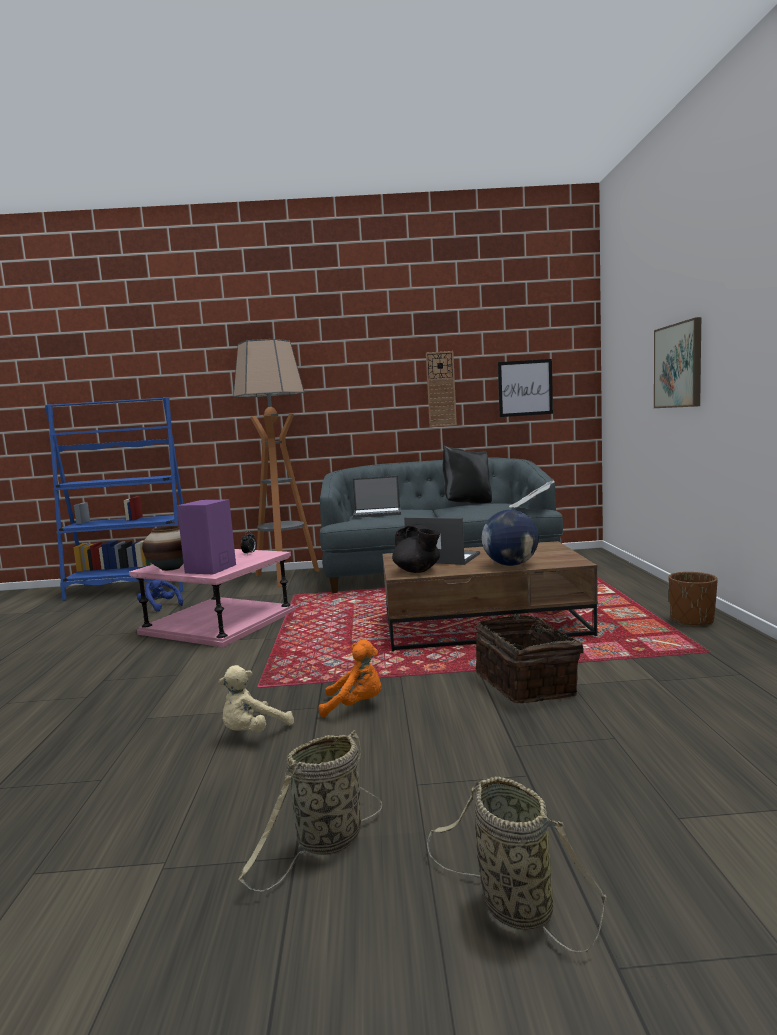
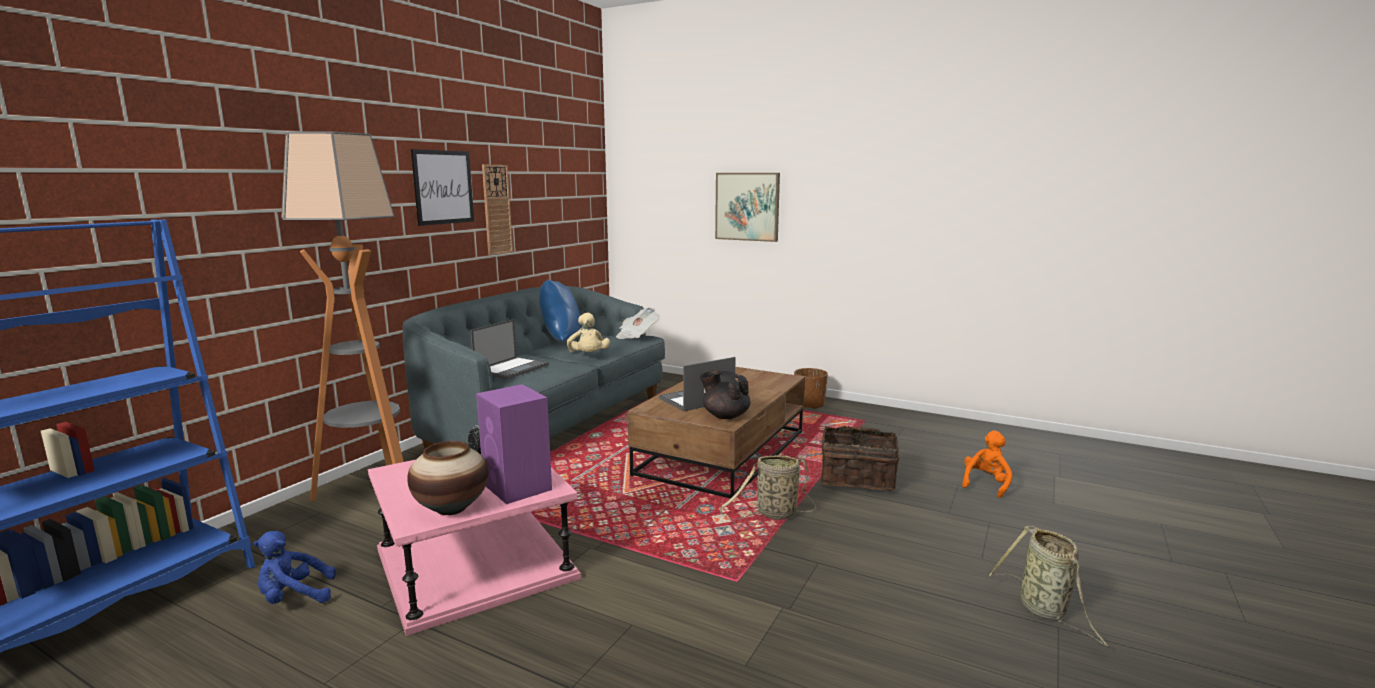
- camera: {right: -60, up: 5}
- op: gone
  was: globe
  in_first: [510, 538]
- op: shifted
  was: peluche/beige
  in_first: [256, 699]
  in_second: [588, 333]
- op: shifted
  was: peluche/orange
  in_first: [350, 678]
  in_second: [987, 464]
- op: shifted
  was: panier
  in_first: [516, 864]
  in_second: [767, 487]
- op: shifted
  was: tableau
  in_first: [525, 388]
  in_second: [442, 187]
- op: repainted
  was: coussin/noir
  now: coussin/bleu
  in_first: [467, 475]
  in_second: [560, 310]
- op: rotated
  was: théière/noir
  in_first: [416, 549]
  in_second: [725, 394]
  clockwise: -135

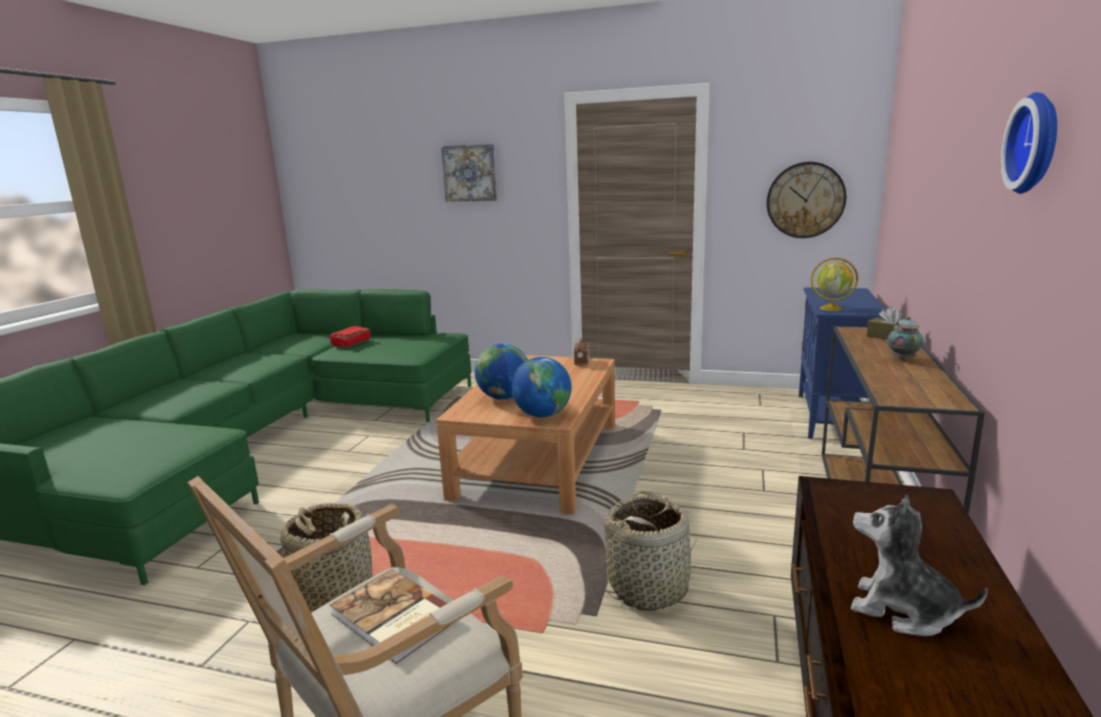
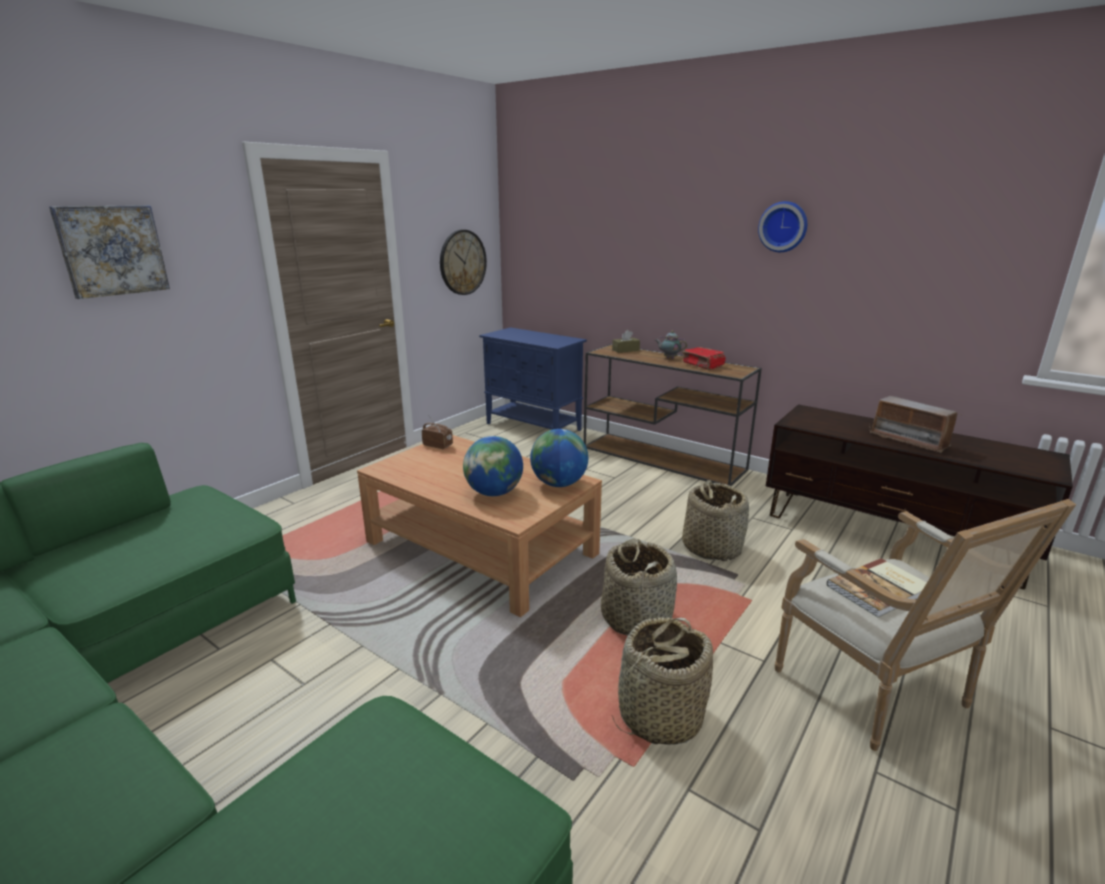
- camera: {right: -70, up: 5}
- op: gone
  was: globe
  in_first: [834, 284]
- op: new
  now: panier
  in_second: [639, 587]
- op: shifted
  was: livre/rouge
  in_first: [350, 337]
  in_second: [704, 358]
- op: swapped
  was: peluche
  now: radio
  in_first: [919, 565]
  in_second: [915, 424]

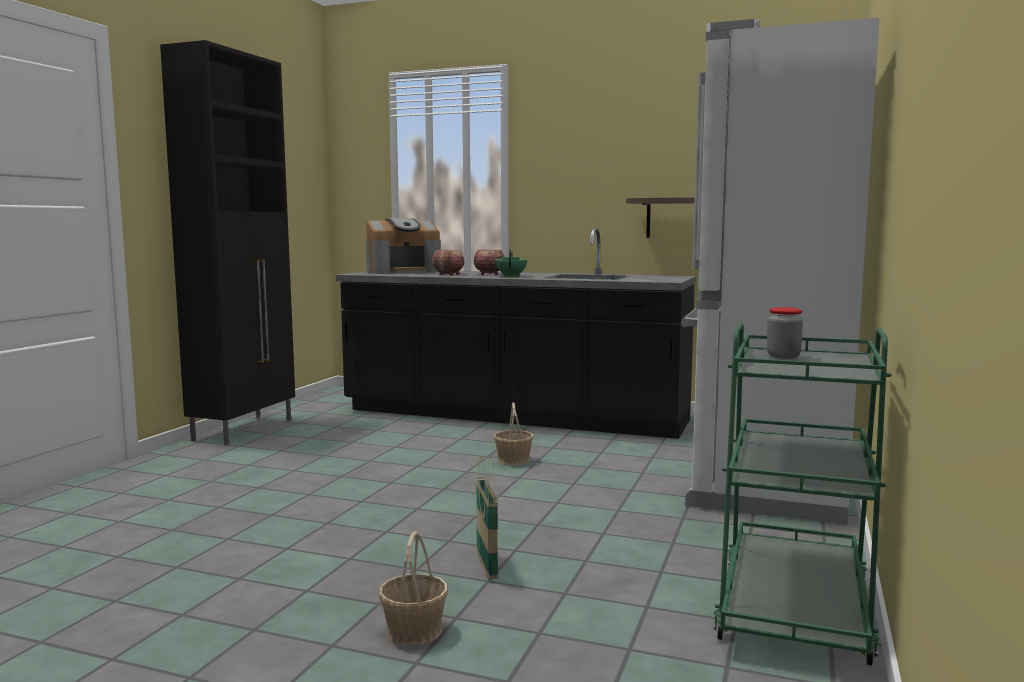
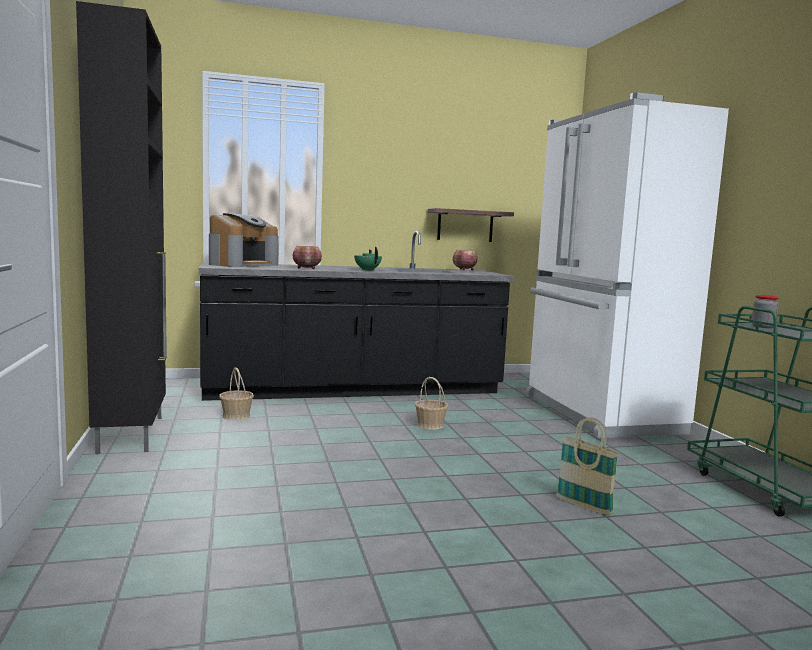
- camera: {right: -35, up: 0}
- op: shifted
  was: panier
  in_first: [413, 589]
  in_second: [236, 394]
- op: shifted
  was: bol
  in_first: [489, 262]
  in_second: [465, 260]

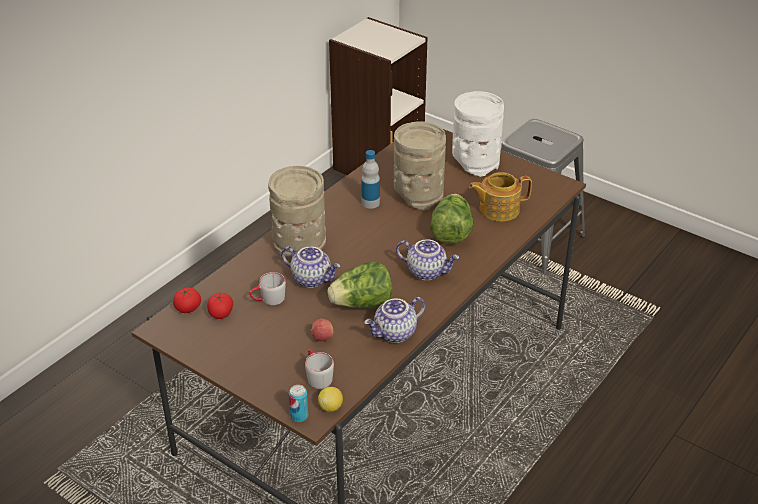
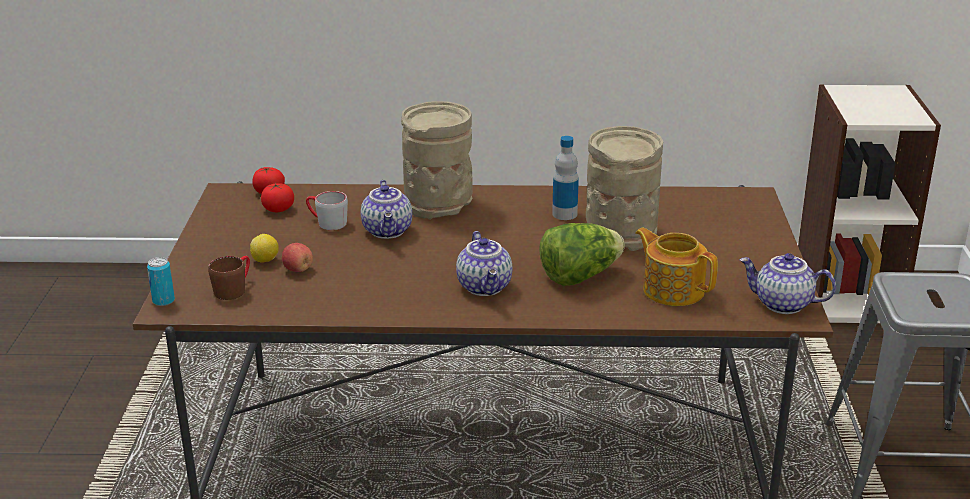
- camera: {right: 55, up: -10}
- op: gone
  was: laitue
  in_first: [360, 284]
- op: gone
  was: vase/blanc
  in_first: [478, 134]
- op: shifted
  was: citron
  in_first: [330, 399]
  in_second: [264, 248]
- op: shifted
  was: théière
  in_first: [395, 320]
  in_second: [787, 283]
- op: repainted
  was: mug/gris
  now: mug/marron
  in_first: [319, 369]
  in_second: [229, 278]

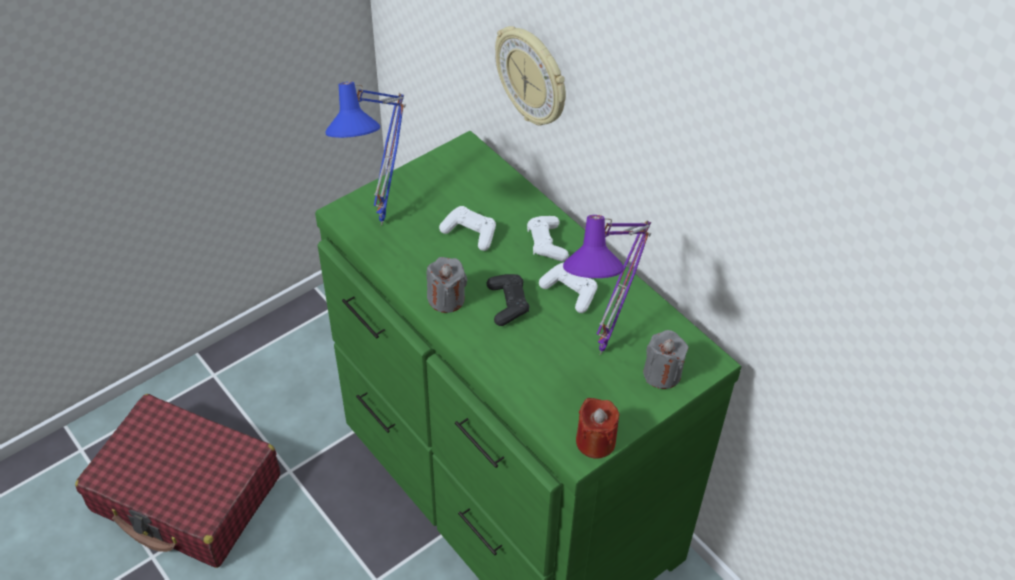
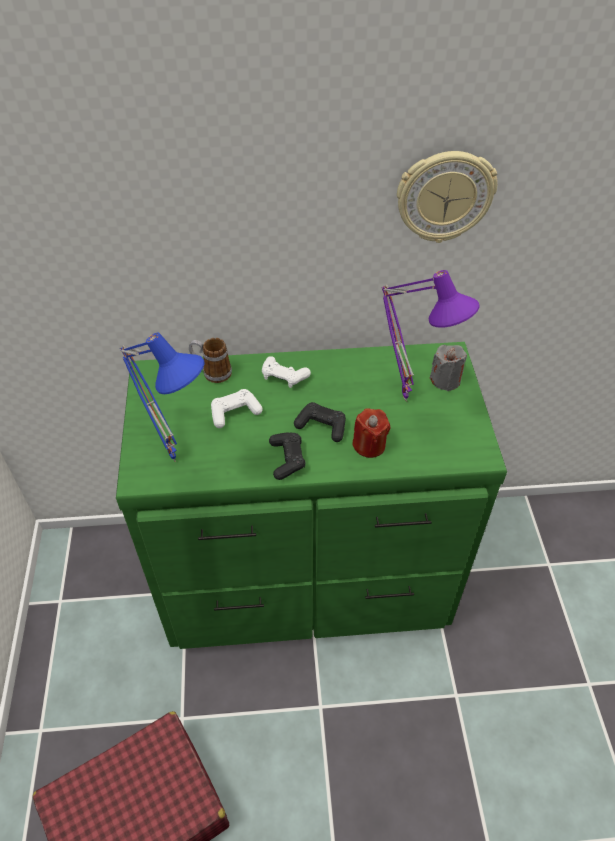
- camera: {right: -55, up: 0}
- op: gone
  was: manette/blanc
  in_first: [568, 287]
- op: new
  now: mug
  in_second: [210, 360]
- op: shifted
  was: horloge murale
  in_first: [530, 76]
  in_second: [447, 197]
- op: shifted
  was: bougie/rouge
  in_first: [597, 428]
  in_second: [371, 433]
- op: swapped
  was: bougie/gris
  now: manette/noir
  in_first: [446, 285]
  in_second: [287, 456]

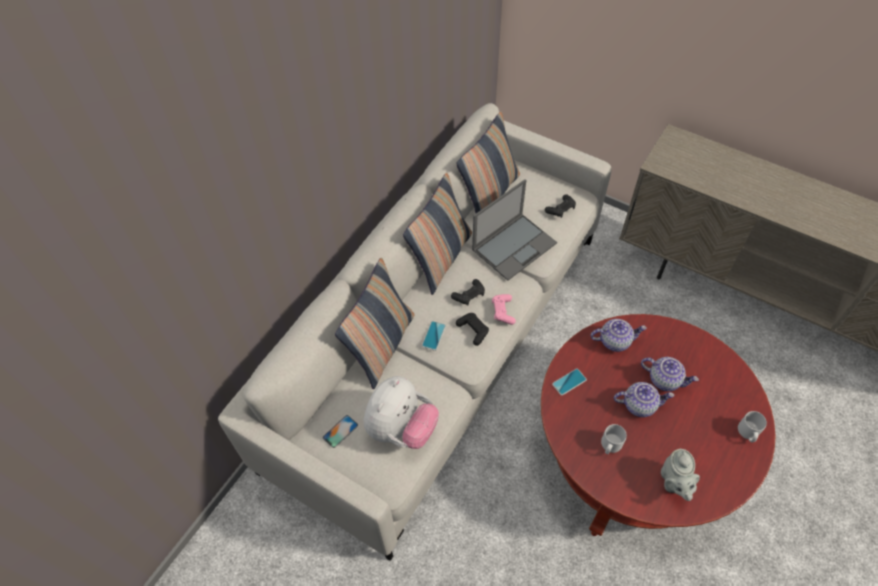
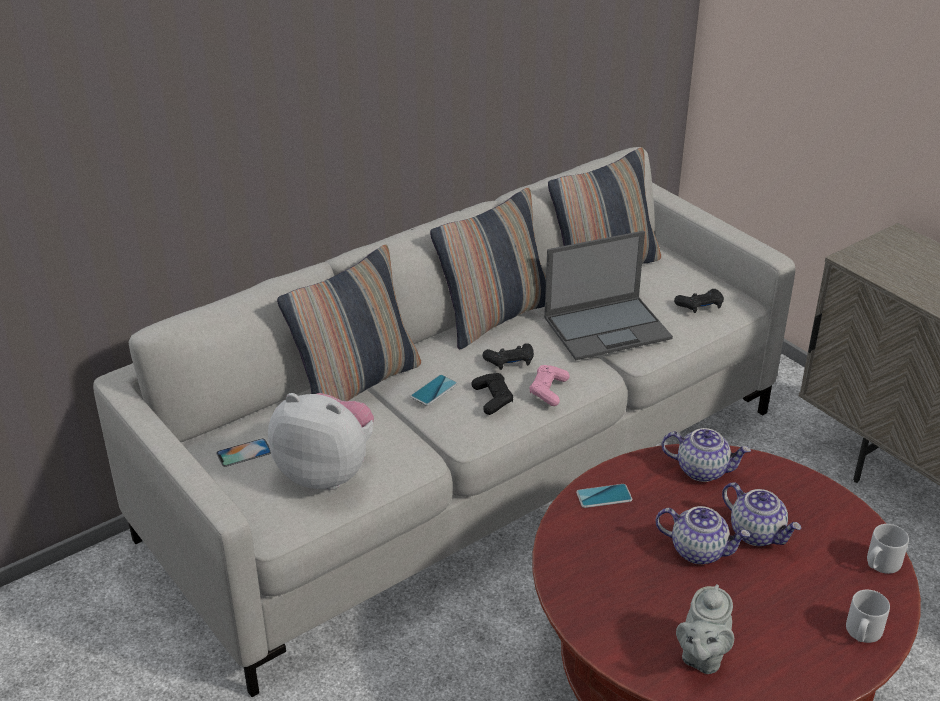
- camera: {right: 20, up: -20}
- op: shifted
  was: mug/gris
  in_first: [614, 439]
  in_second: [888, 549]
- op: rotated
  was: peluche
  in_first: [401, 412]
  in_second: [321, 441]
  clockwise: -120

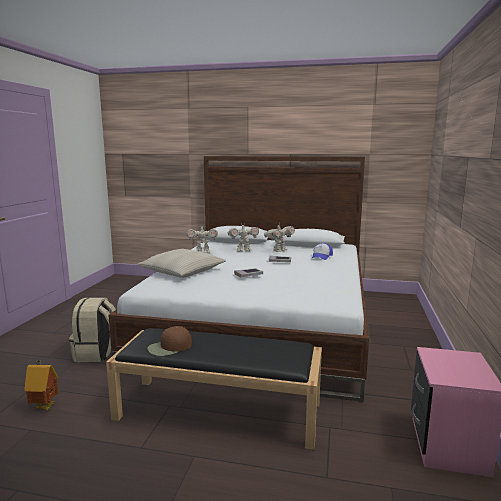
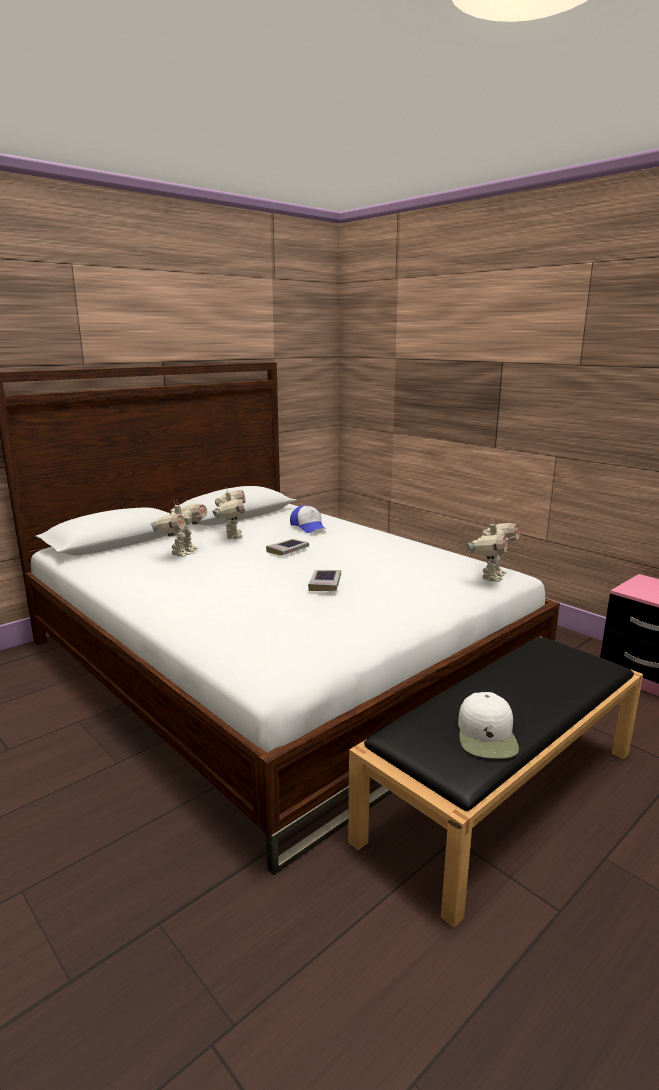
- camera: {right: -55, up: 5}
- op: gone
  was: maison miniature
  in_first: [41, 385]
- op: gone
  was: sac à dos/beige
  in_first: [92, 329]
- op: gone
  was: coussin/beige
  in_first: [181, 263]
- op: shifted
  was: robot jouet
  in_first: [202, 238]
  in_second: [493, 550]
- op: repainted
  was: casquette/marron
  now: casquette/blanc
  in_first: [169, 341]
  in_second: [488, 725]

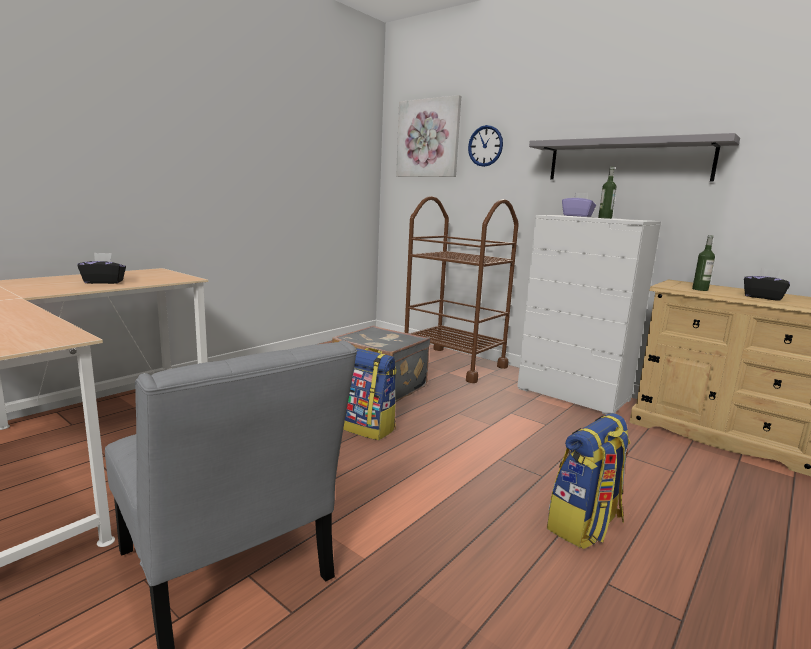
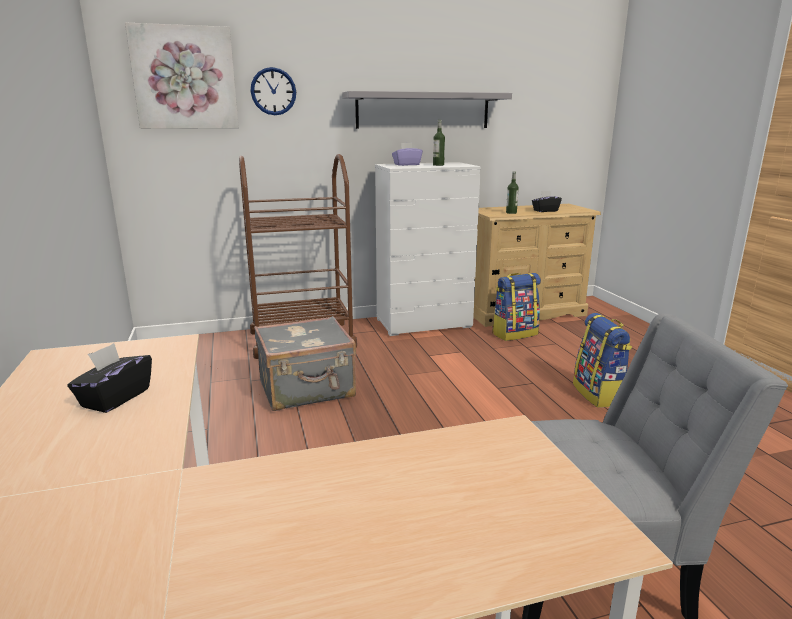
- camera: {right: -55, up: 5}
- op: shifted
  was: sac à dos
  in_first: [370, 394]
  in_second: [516, 307]

